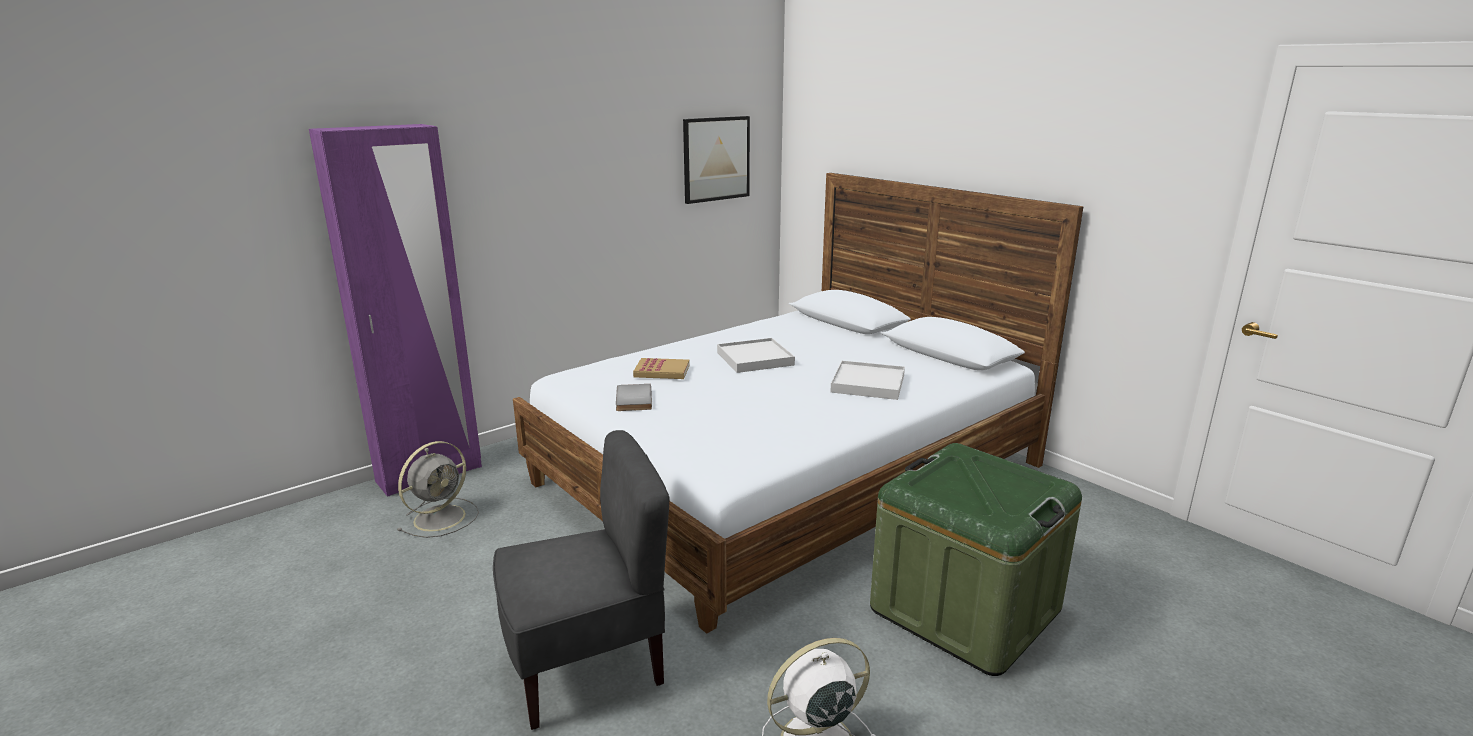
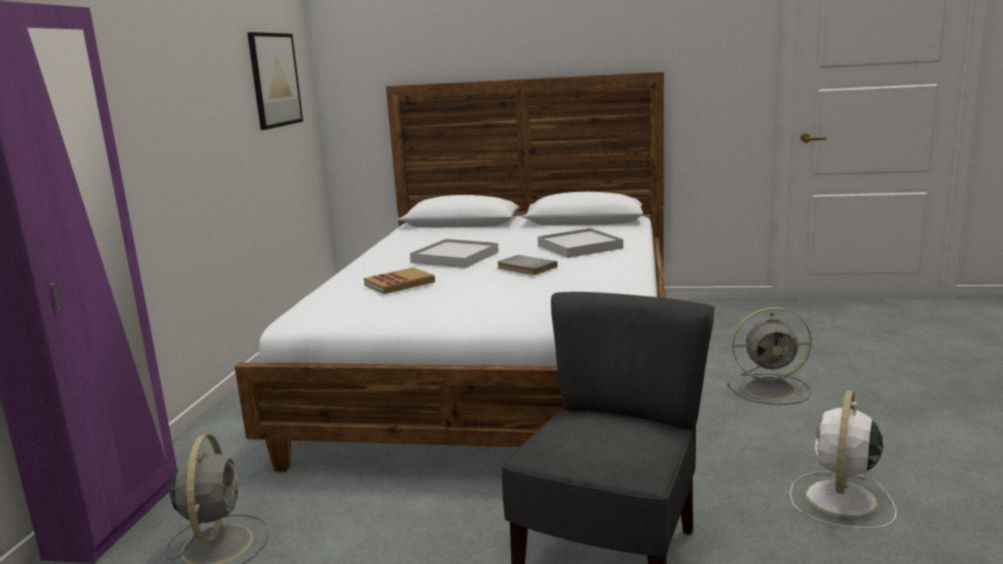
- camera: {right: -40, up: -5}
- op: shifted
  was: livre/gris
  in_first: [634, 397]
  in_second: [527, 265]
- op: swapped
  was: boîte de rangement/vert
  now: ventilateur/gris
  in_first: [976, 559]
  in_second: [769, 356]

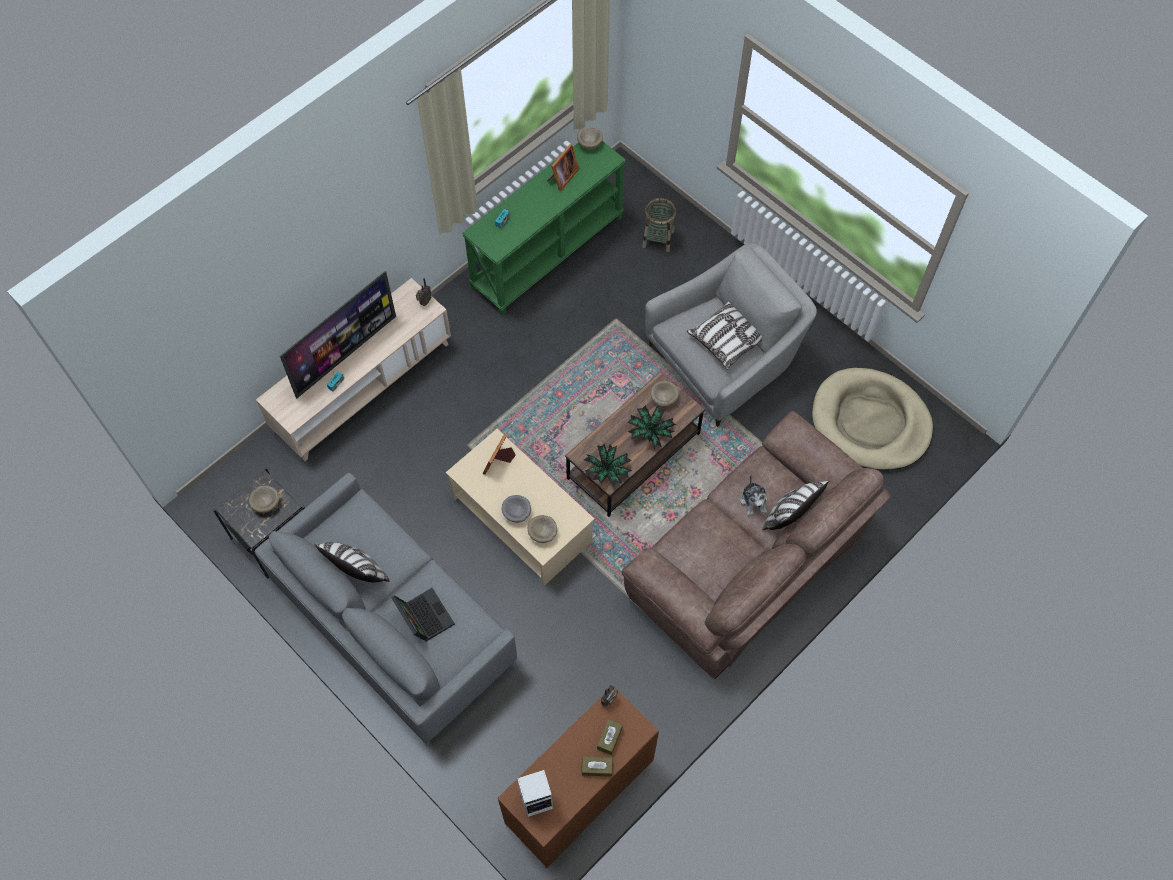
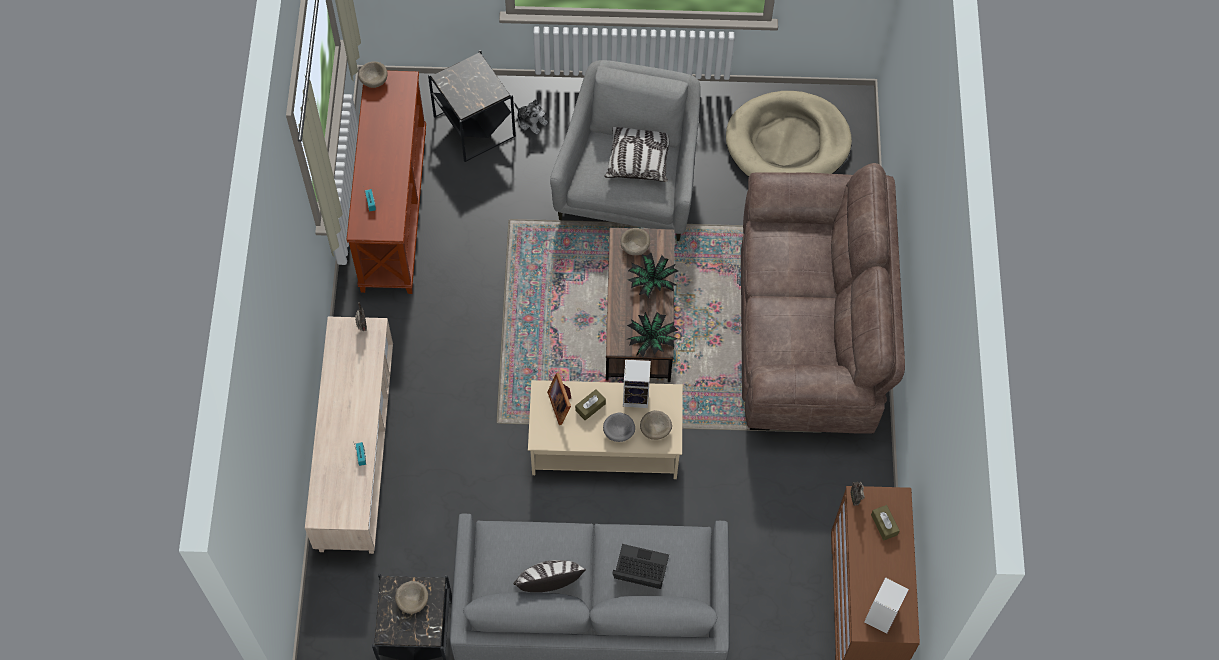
- camera: {right: -45, up: 0}
- op: gone
  was: téléviseur
  in_first: [338, 335]
- op: gone
  was: cadre photo
  in_first: [563, 167]
- op: gone
  was: coussin
  in_first: [795, 505]
- op: new
  now: enceinte
  in_second: [637, 383]
- op: shifted
  was: boîte à mouchoirs/marron
  in_first: [597, 766]
  in_second: [590, 404]
- op: shifted
  was: peluche
  in_first: [753, 495]
  in_second: [531, 116]
- op: swapped
  was: panier
  now: table d'appoint/noir
  in_first: [659, 225]
  in_second: [472, 106]
- op: repainted
  was: table console/vert
  now: table console/marron
  in_first: [544, 228]
  in_second: [386, 182]

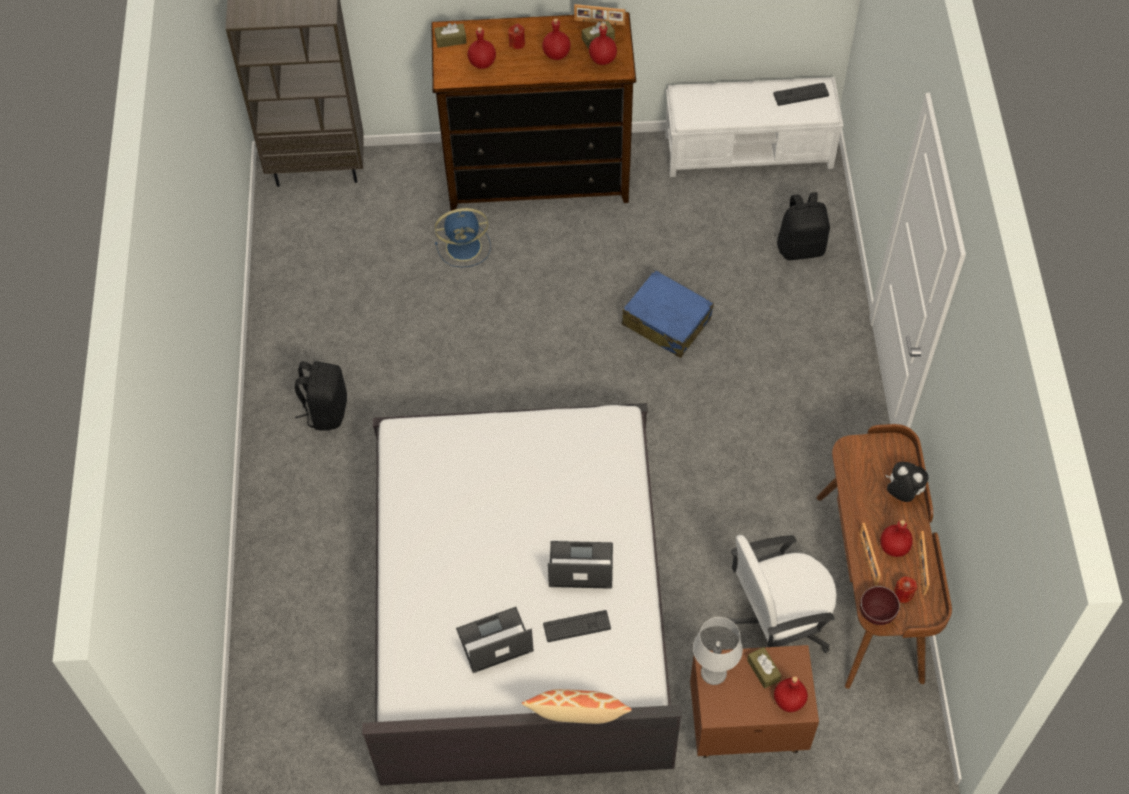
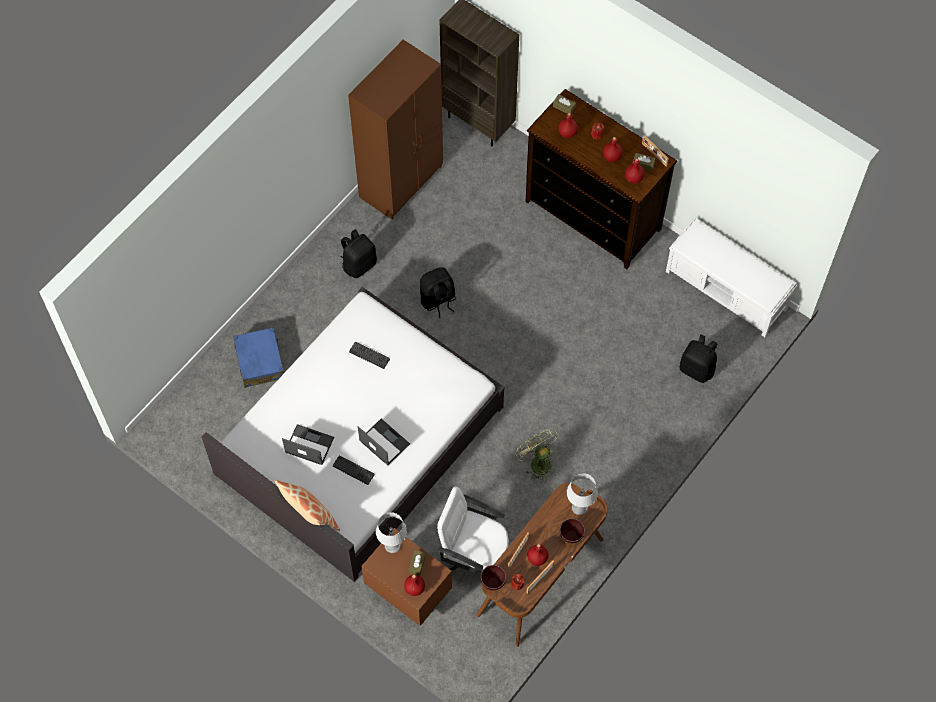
- camera: {right: 40, up: 5}
- op: gone
  was: ventilateur/bleu
  in_first: [463, 237]
- op: new
  now: armoire/marron
  in_second: [395, 129]
- op: new
  now: sac à dos/noir
  in_second: [438, 292]
- op: new
  now: ventilateur/vert
  in_second: [537, 454]
- op: new
  now: lampe de table/gris
  in_second: [582, 494]
- op: shifted
  was: valise/bleu
  in_first: [668, 314]
  in_second: [258, 357]
- op: shifted
  was: clavier
  in_first: [801, 94]
  in_second: [369, 355]
- op: swapped
  was: peluche
  now: bol/marron
  in_first: [907, 482]
  in_second: [572, 530]

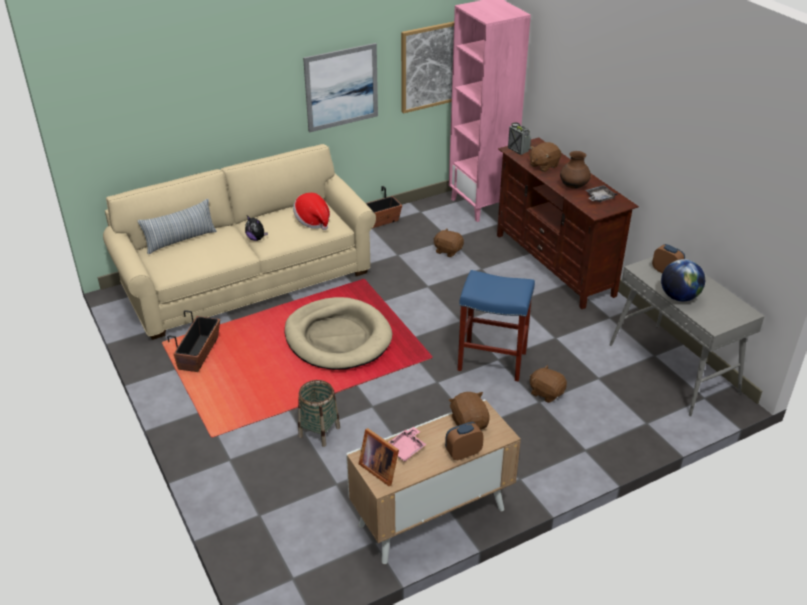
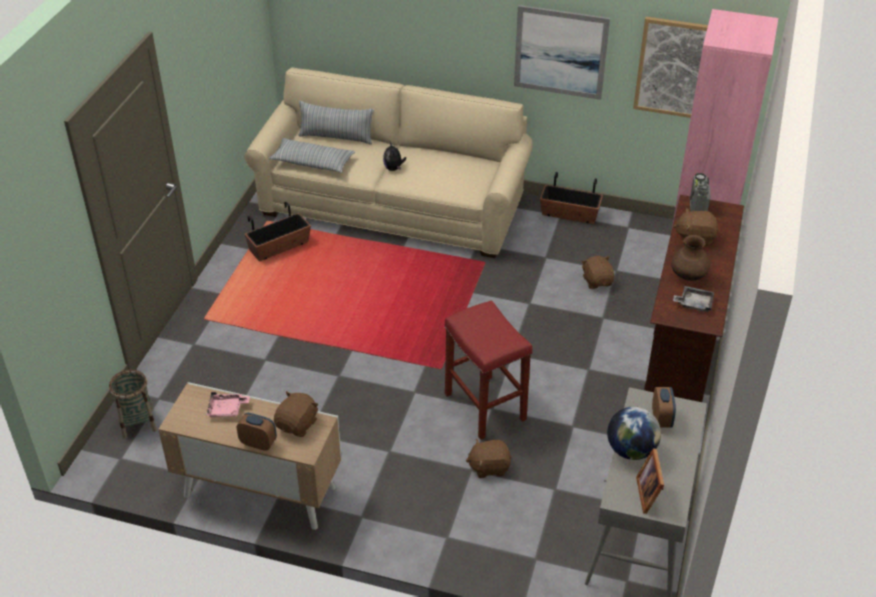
- camera: {right: 45, up: 5}
- op: gone
  was: panier pour chien/beige
  in_first: [338, 333]
- op: gone
  was: chapeau
  in_first: [311, 211]
- op: new
  now: coussin
  in_second: [312, 155]
- op: shifted
  was: panier
  in_first: [319, 413]
  in_second: [133, 404]
- op: shifted
  was: cadre photo
  in_first: [379, 457]
  in_second: [650, 481]
- op: repainted
  was: tabouret/bleu
  now: tabouret/rouge
  in_first: [496, 325]
  in_second: [488, 370]
- op: rotated
  was: peluche/marron
  in_first: [548, 384]
  in_second: [488, 458]
  clockwise: -90

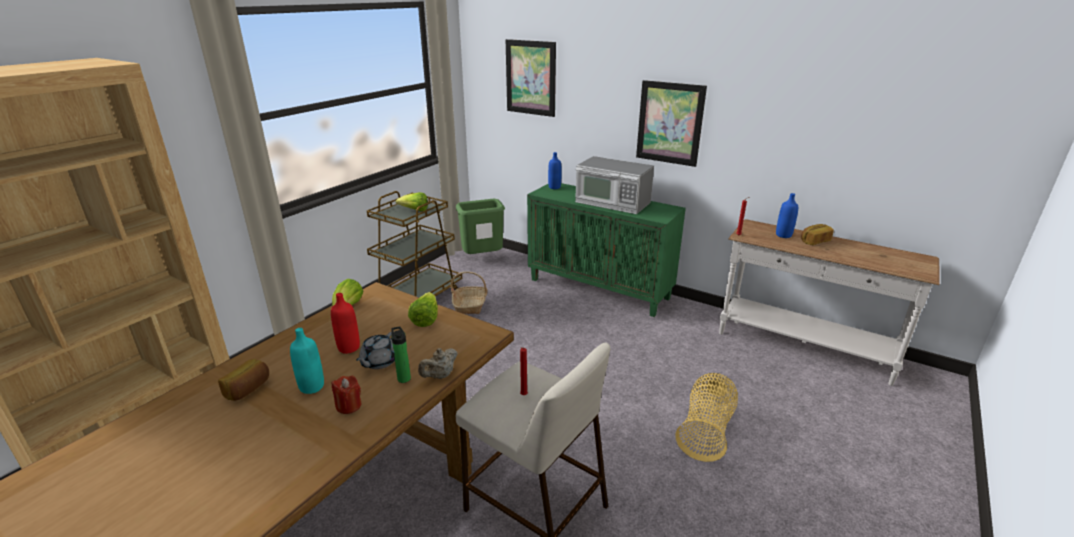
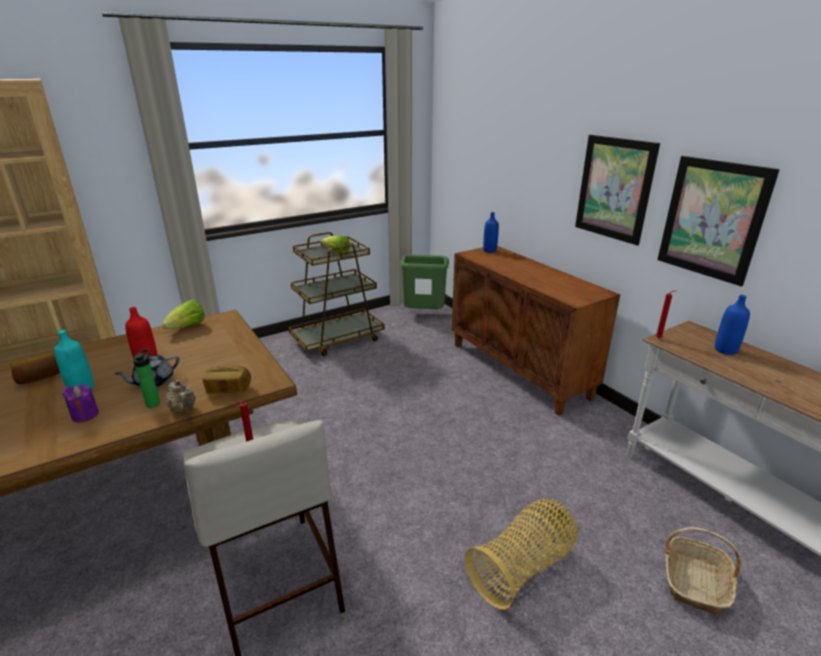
- camera: {right: 25, up: 0}
- op: gone
  was: laitue
  in_first: [423, 309]
- op: gone
  was: micro-ondes
  in_first: [614, 185]
- op: shifted
  was: panier
  in_first: [469, 293]
  in_second: [703, 571]
- op: shifted
  was: tableau
  in_first: [531, 78]
  in_second: [718, 221]
- op: shifted
  was: pain
  in_first: [817, 234]
  in_second: [227, 379]
- op: repainted
  was: bougie/rouge
  now: bougie/violet
  in_first: [347, 394]
  in_second: [80, 403]
- op: repainted
  was: meuble de rangement/vert
  now: meuble de rangement/marron
  in_first: [606, 250]
  in_second: [536, 331]
- op: rotated
  was: théière/beige
  in_first: [438, 363]
  in_second: [180, 396]
  clockwise: -105

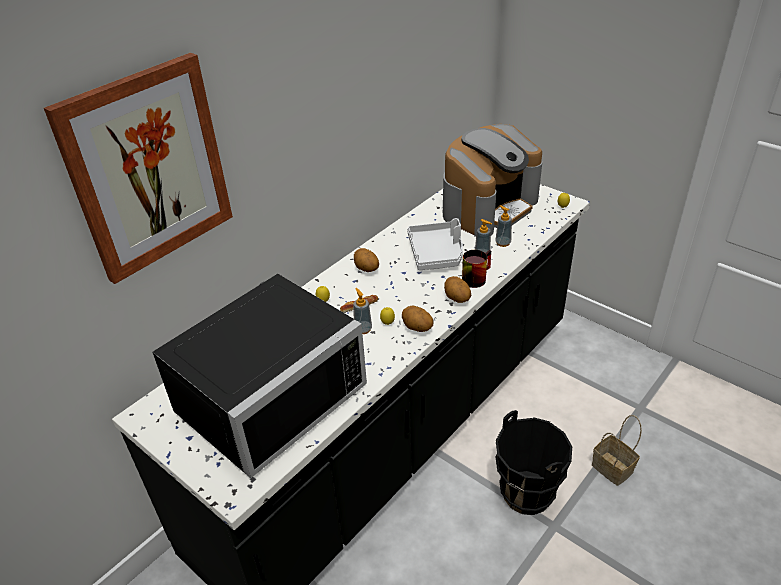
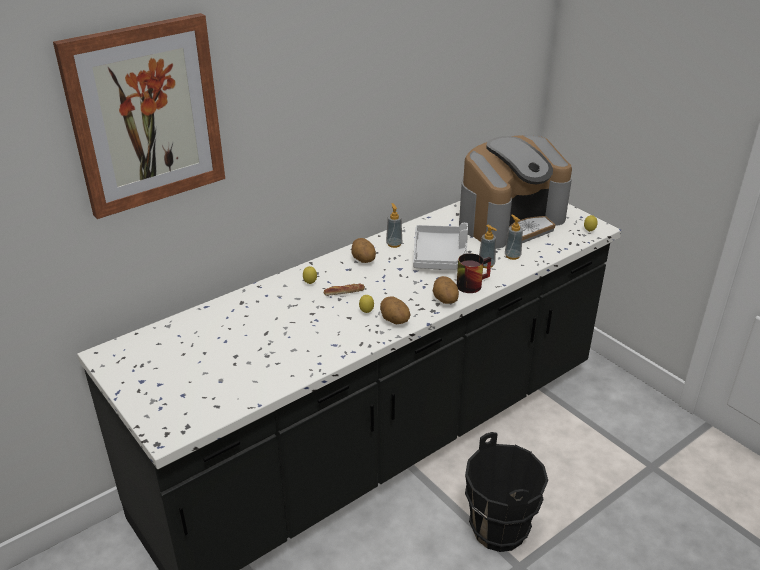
- camera: {right: 10, up: -5}
- op: gone
  was: micro-ondes/noir
  in_first: [259, 376]
- op: gone
  was: panier
  in_first: [617, 450]
- op: shifted
  was: distributeur de savon
  in_first: [362, 311]
  in_second: [394, 225]

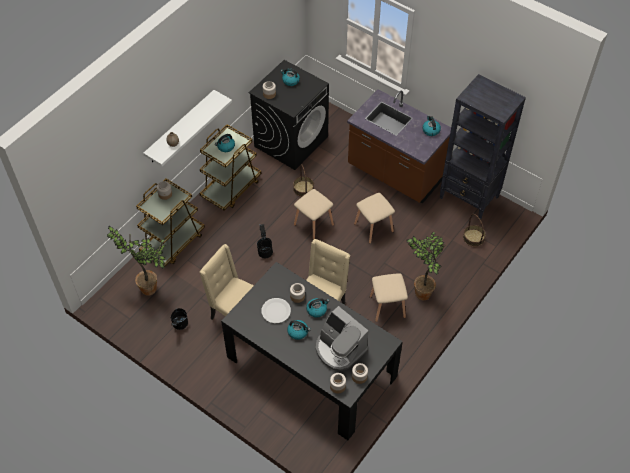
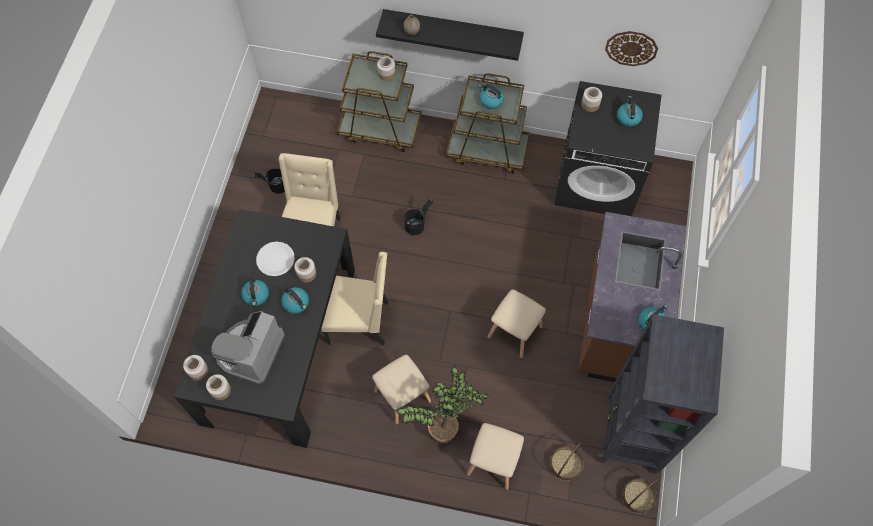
- camera: {right: 65, up: 10}
- op: gone
  was: plante en pot
  in_first: [136, 261]
- op: new
  now: horloge murale
  in_second: [631, 48]
- op: shifted
  was: panier
  in_first: [303, 180]
  in_second: [640, 496]
- op: shifted
  was: tabouret/beige
  in_first: [314, 214]
  in_second: [495, 456]
- op: repainted
  was: étagère/blanc
  now: étagère/noir
  in_first: [187, 128]
  in_second: [450, 35]

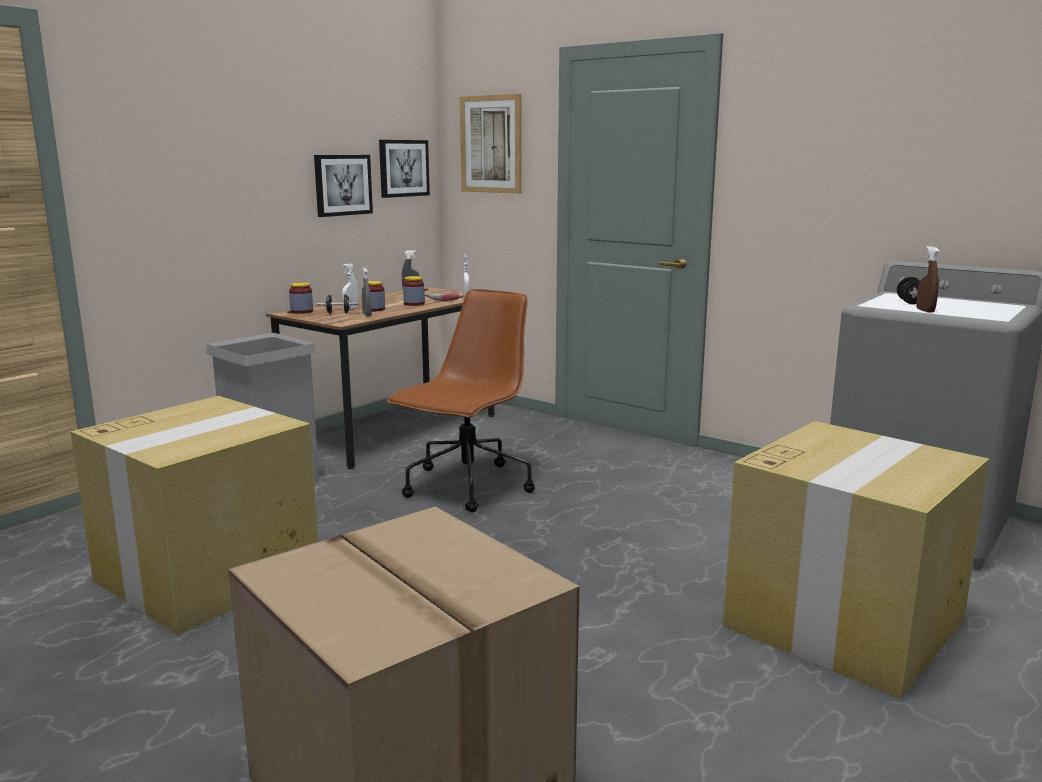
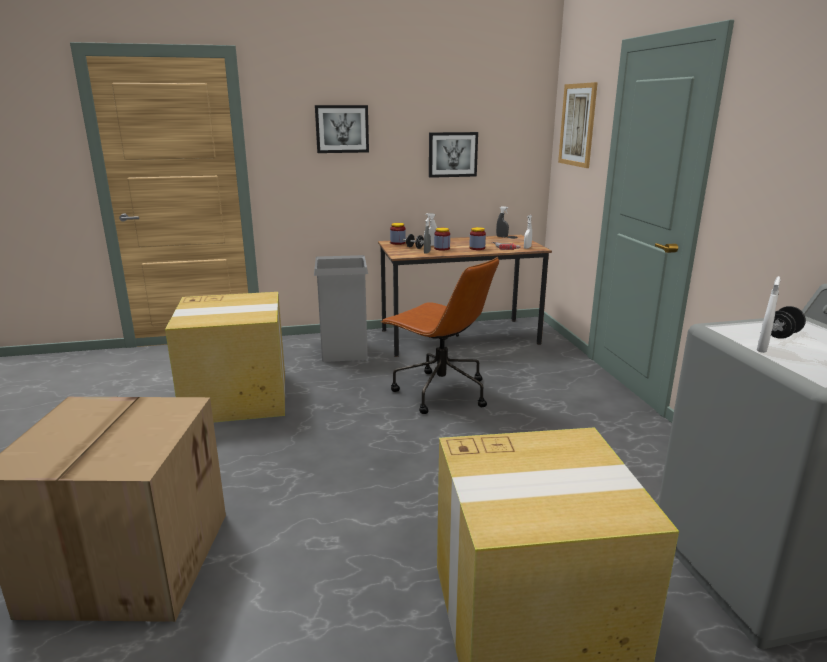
- camera: {right: 40, up: 5}
- op: shifted
  was: tableau
  in_first: [404, 169]
  in_second: [342, 129]
- op: repainted
  was: vaporisateur/marron
  now: vaporisateur/blanc
  in_first: [927, 279]
  in_second: [769, 314]
- op: rotated
  was: chaise de bureau/marron
  in_first: [460, 401]
  in_second: [439, 335]
  clockwise: 60

